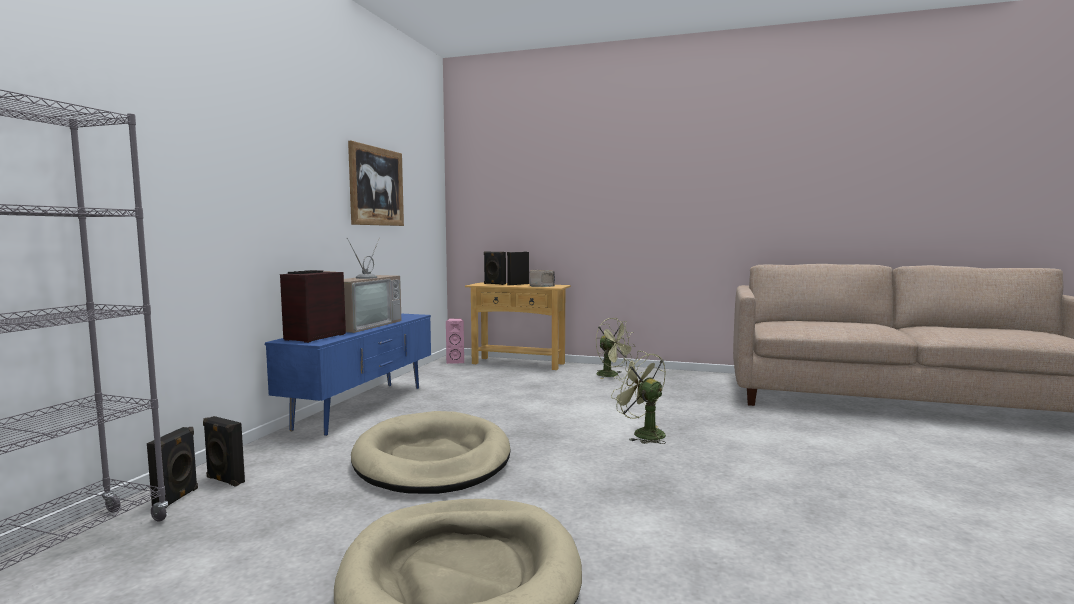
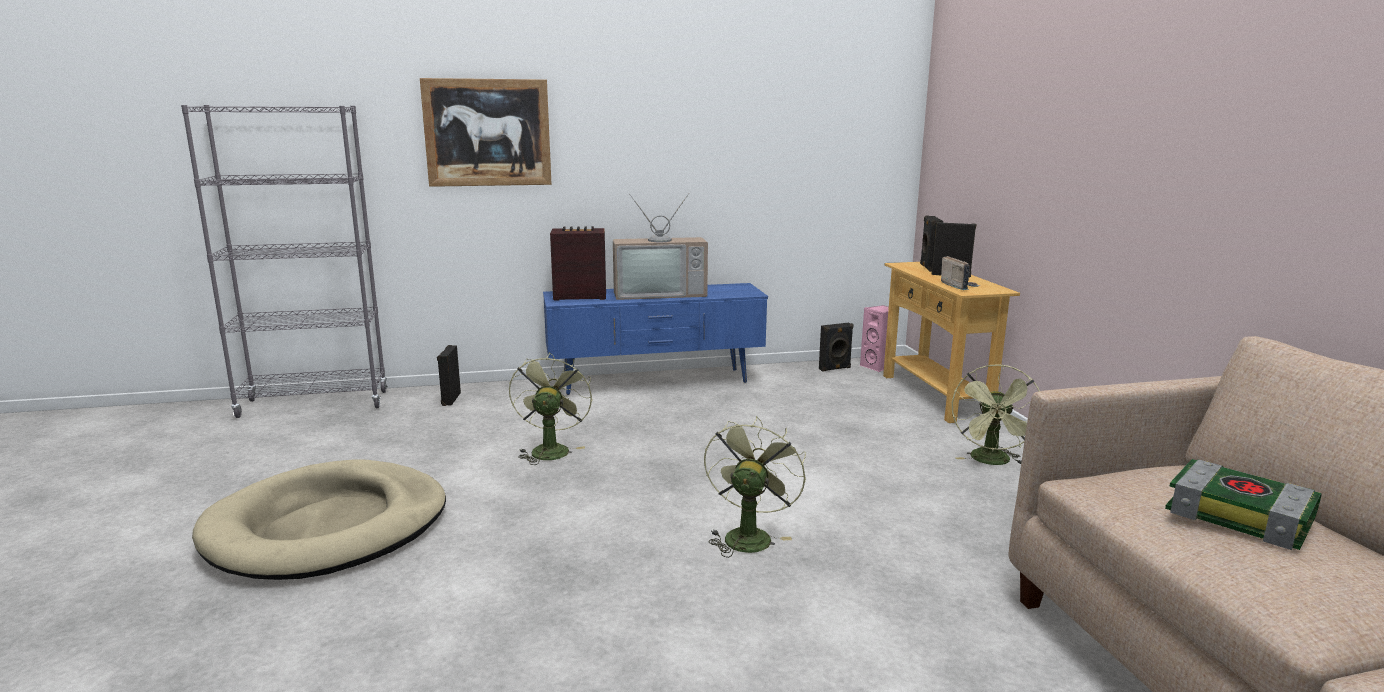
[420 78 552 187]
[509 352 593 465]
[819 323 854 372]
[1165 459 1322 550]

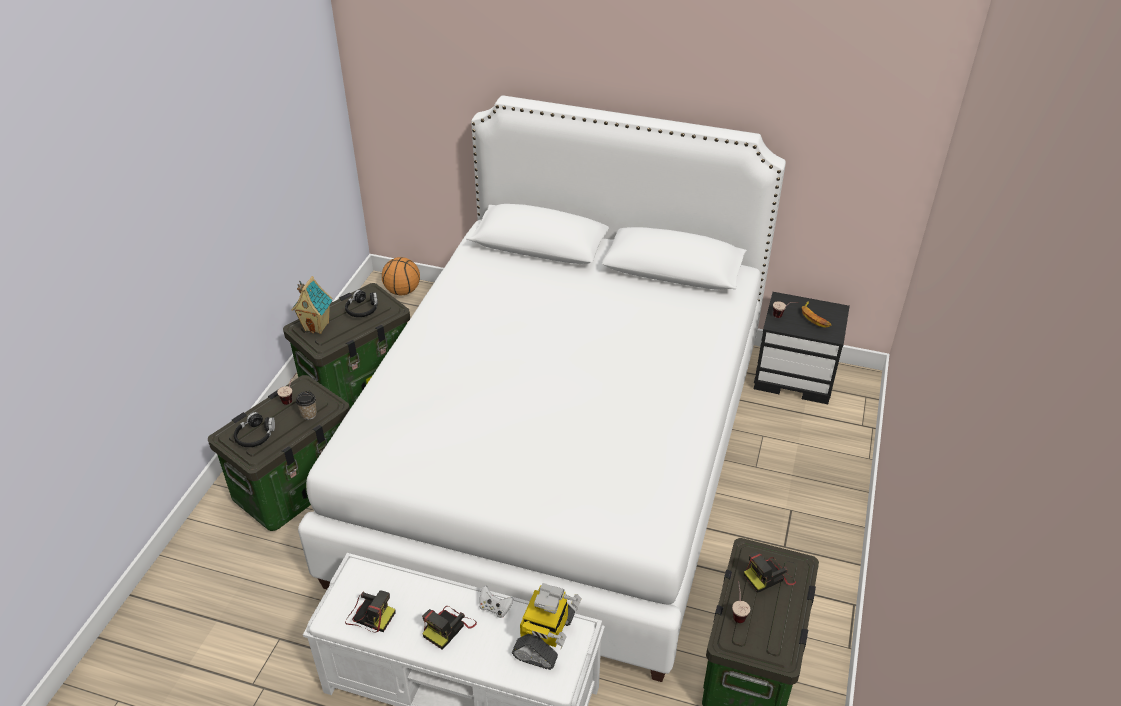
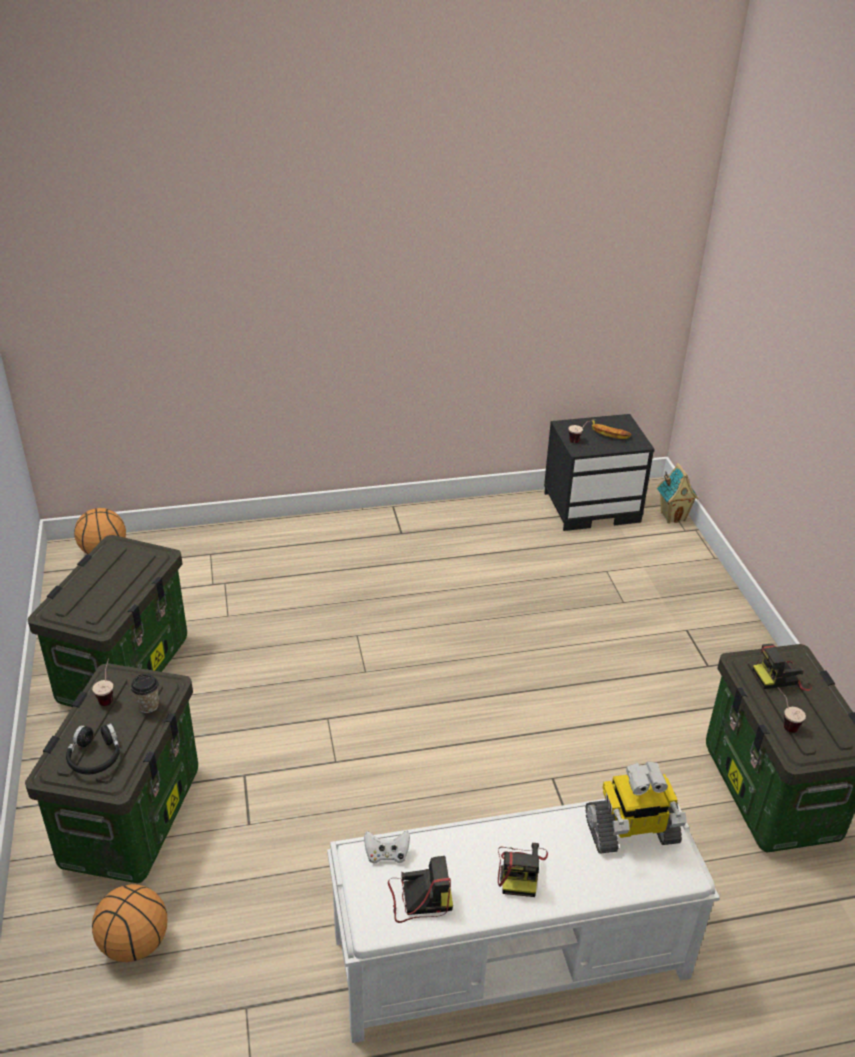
[92 884 167 962]
[364 831 410 863]
[585 761 687 854]
[657 463 699 523]
[753 644 812 691]
[298 95 786 682] (first image)
[345 290 378 317] (first image)

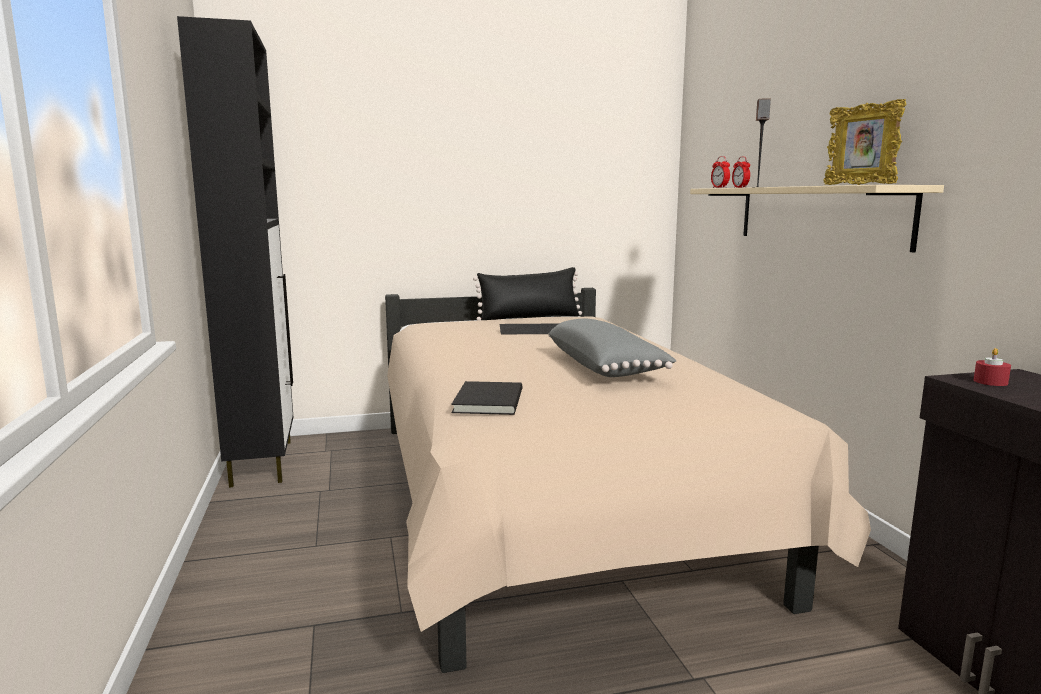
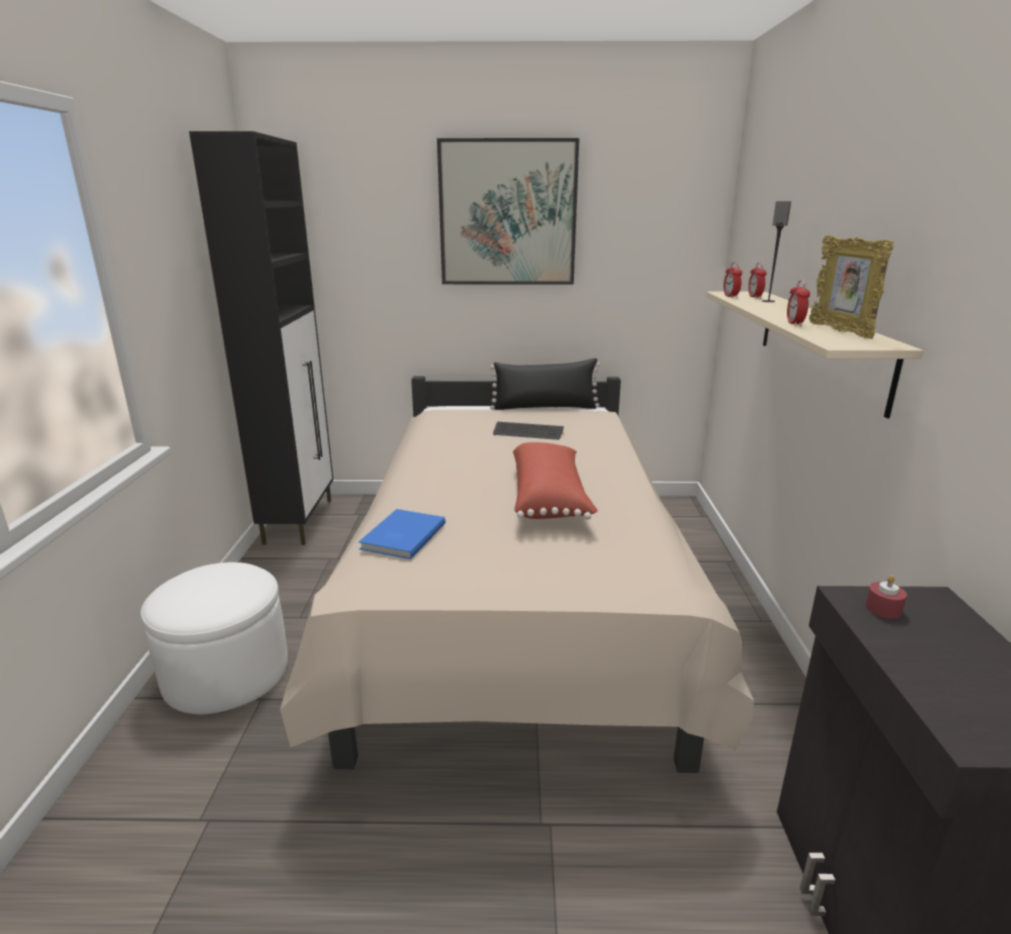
[141 562 288 714]
[358 509 446 559]
[437 138 579 285]
[513 442 598 520]
[787 280 810 326]

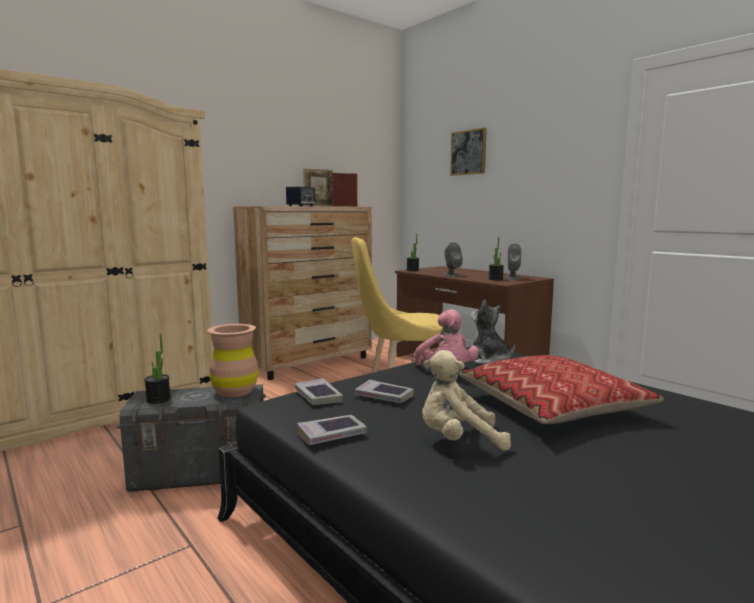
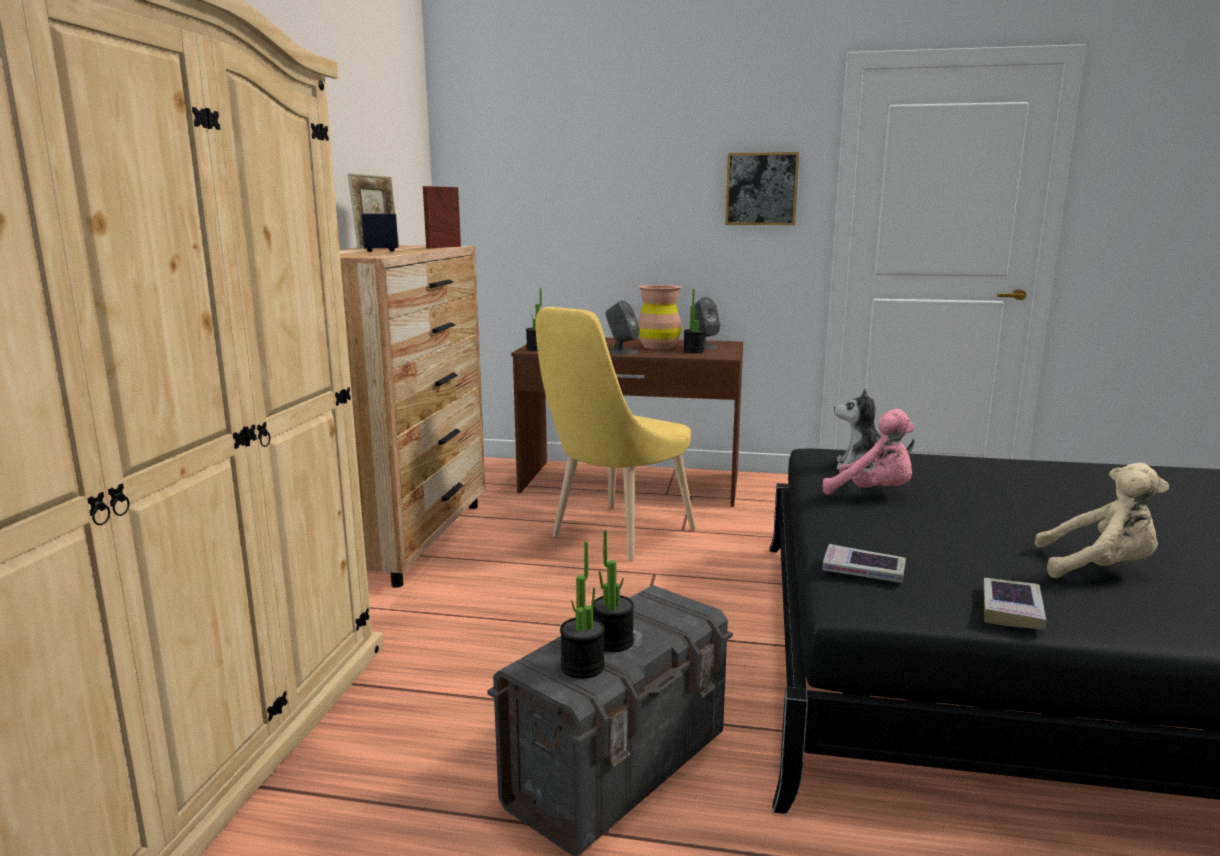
[593 530 634 652]
[638 285 681 349]
[725 152 799 225]
[1034 463 1169 578]
[355 380 414 403] (first image)
[459 355 664 424] (first image)

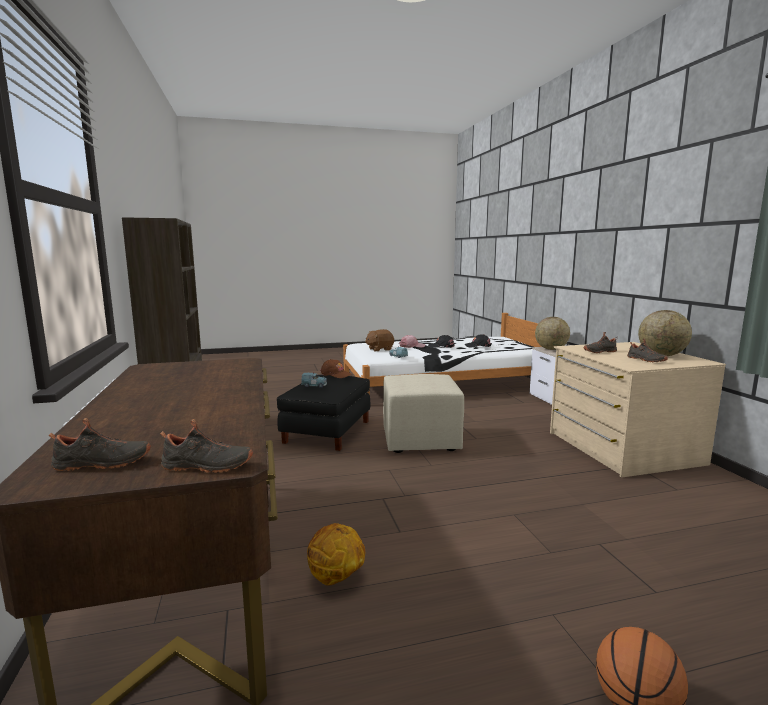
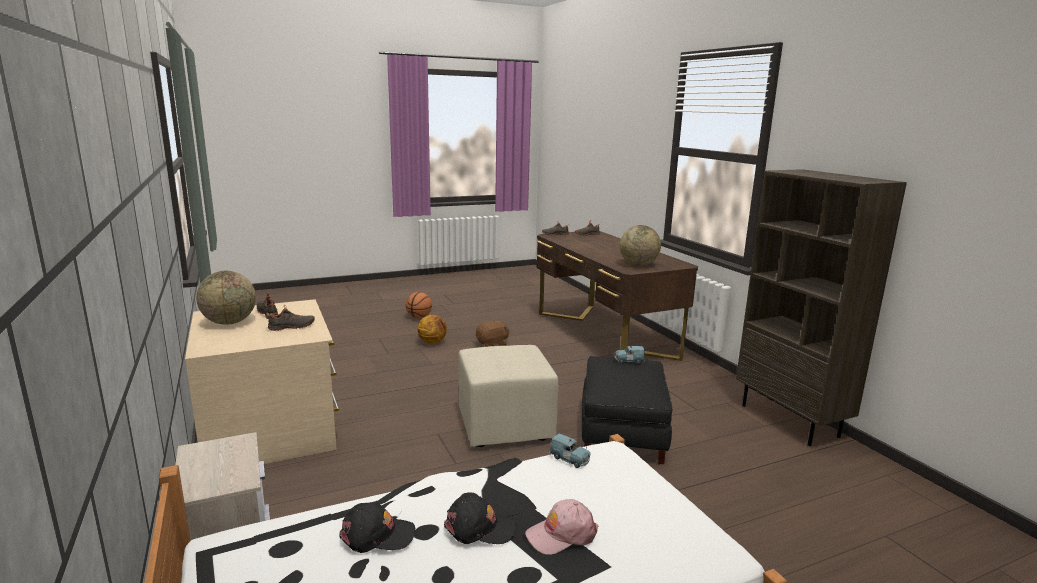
[417 315 447 344]
[476 320 509 347]
[620 225 661 266]
[320 359 352 378] (first image)

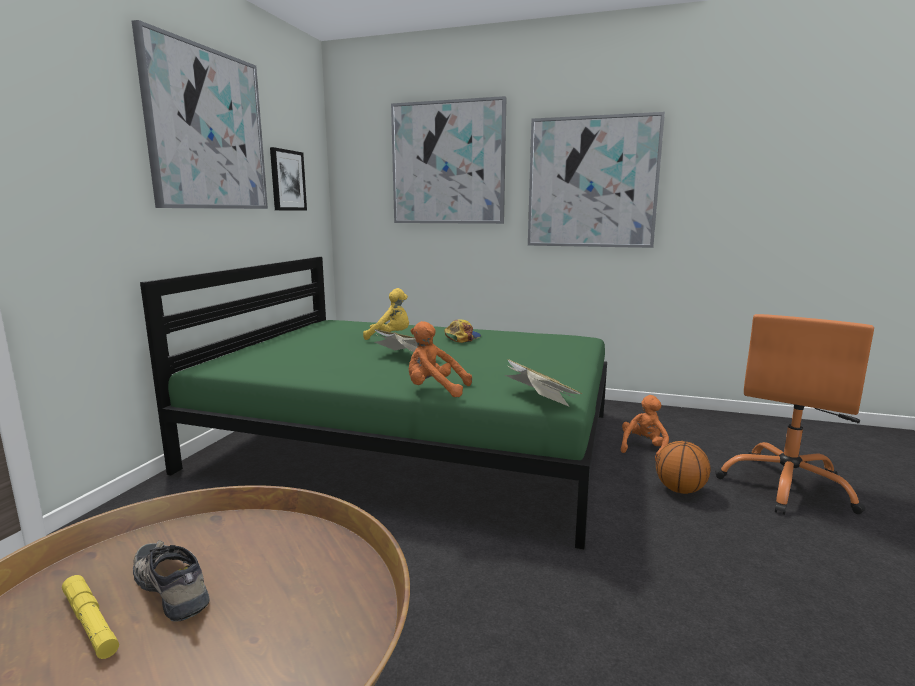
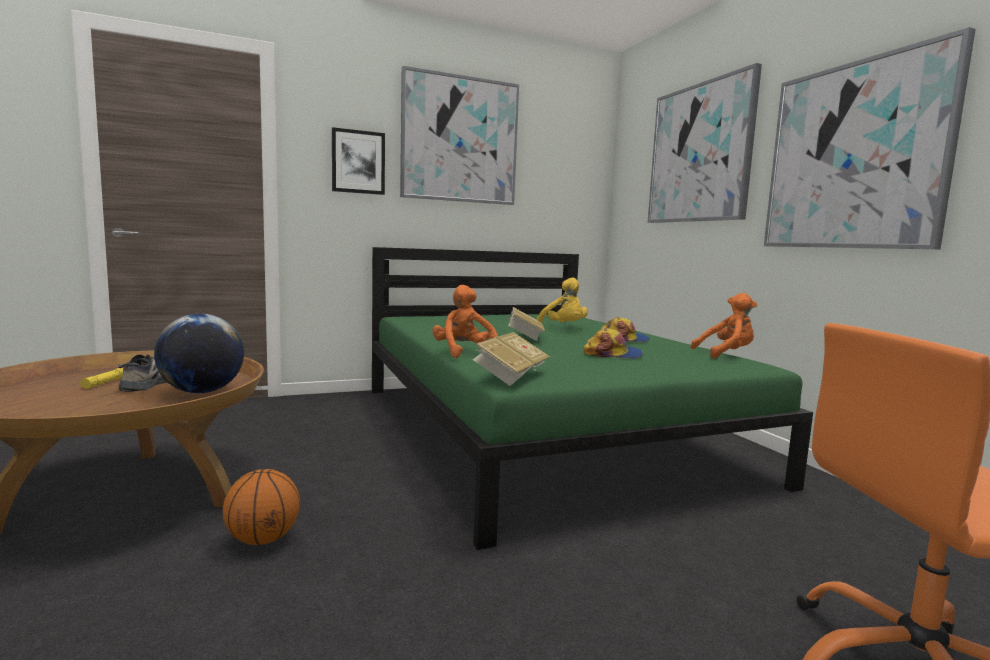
[154 314 244 393]
[223 469 300 545]
[332 127 385 195]
[583 328 643 359]
[691 293 757 359]

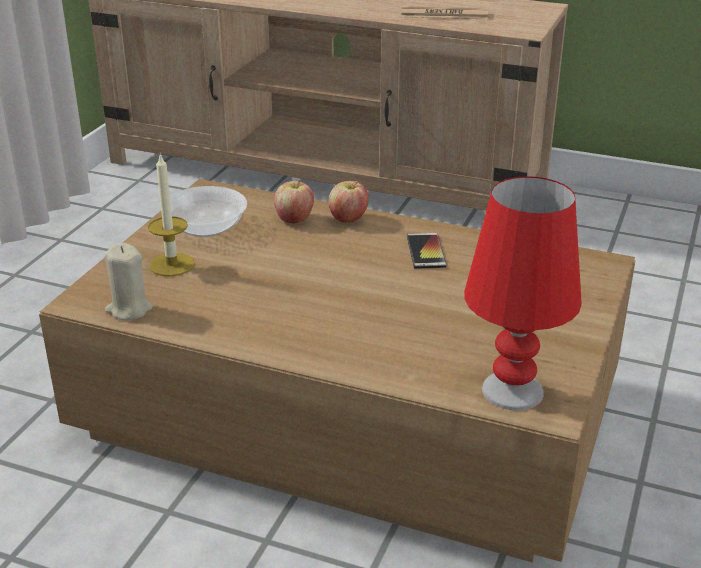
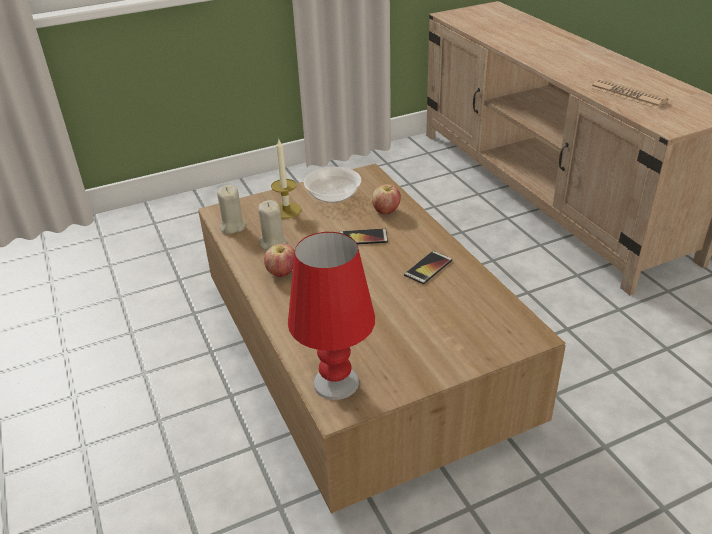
[258 200 287 250]
[264 244 295 277]
[339 229 388 245]

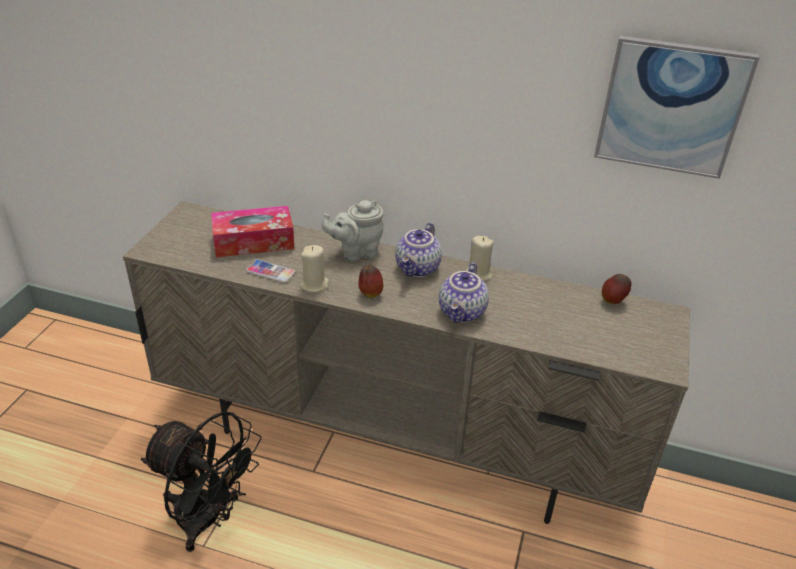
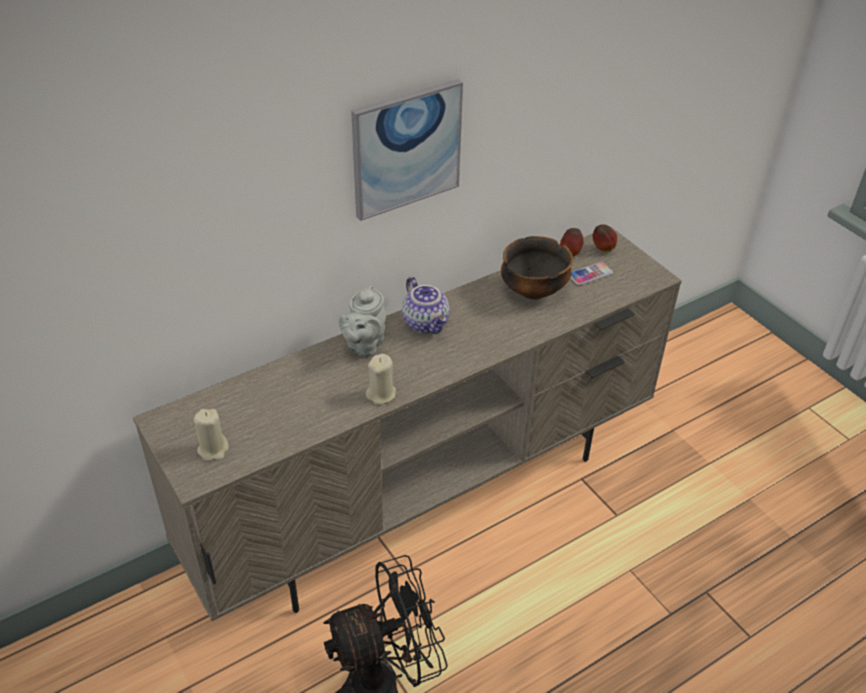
[194 409 229 461]
[351 79 463 221]
[501 236 573 300]
[570 262 613 285]
[593 224 617 252]
[211 206 294 257] (first image)
[439 262 489 323] (first image)

